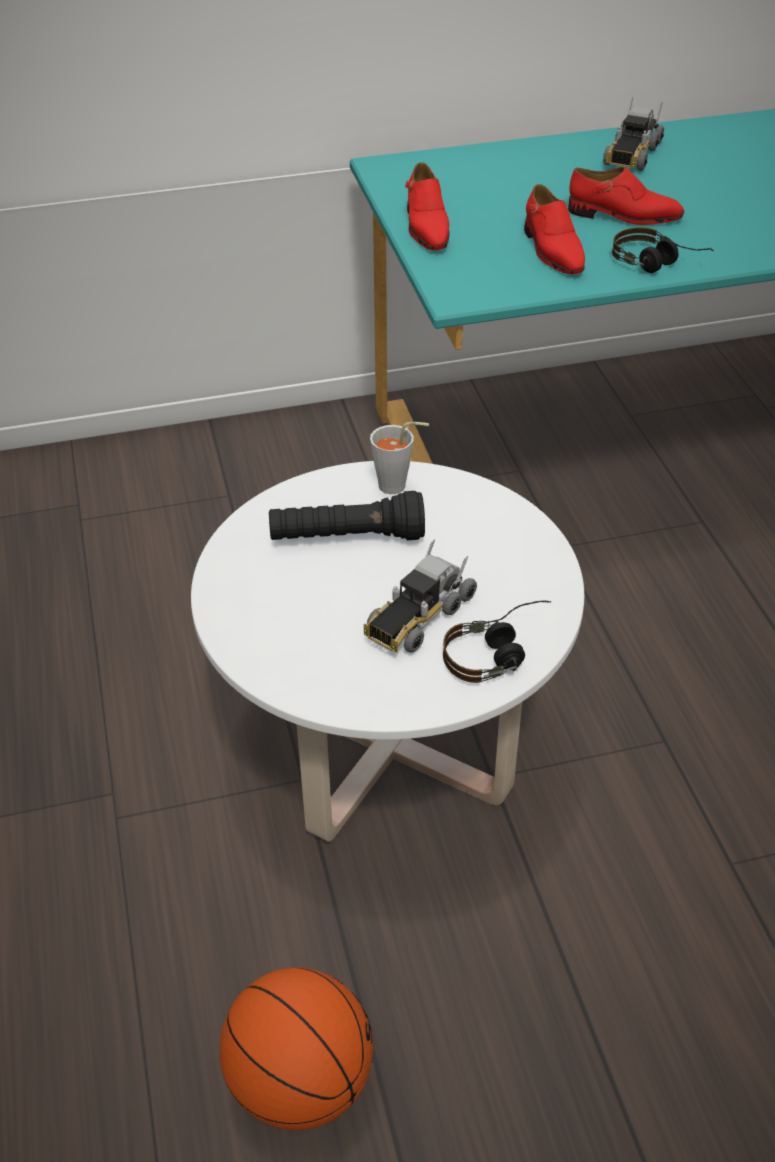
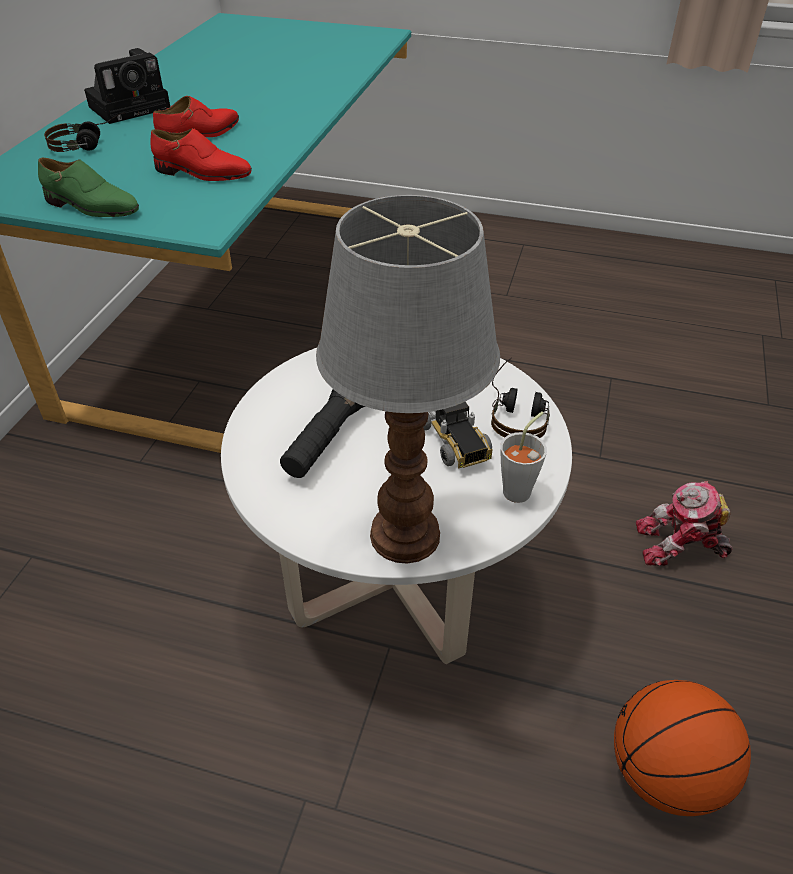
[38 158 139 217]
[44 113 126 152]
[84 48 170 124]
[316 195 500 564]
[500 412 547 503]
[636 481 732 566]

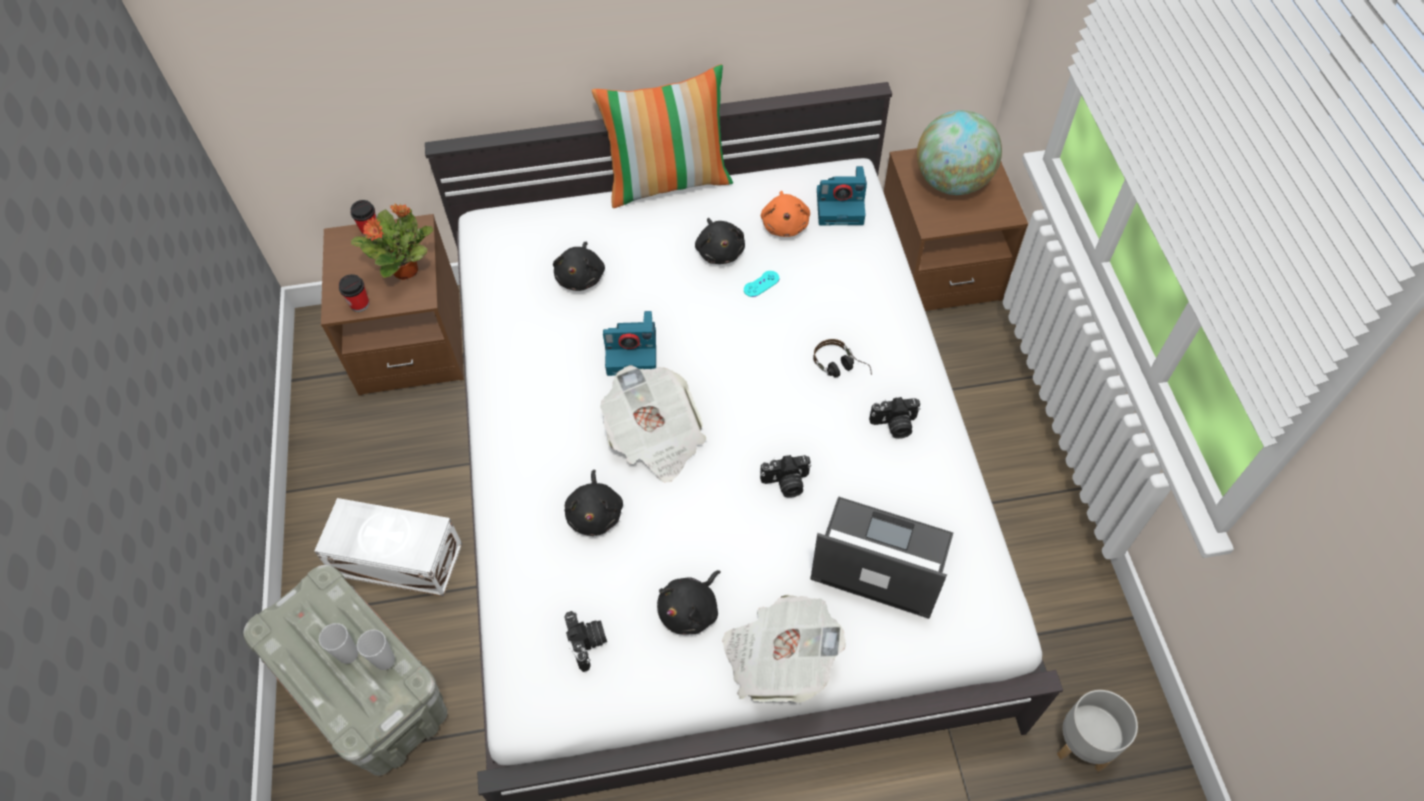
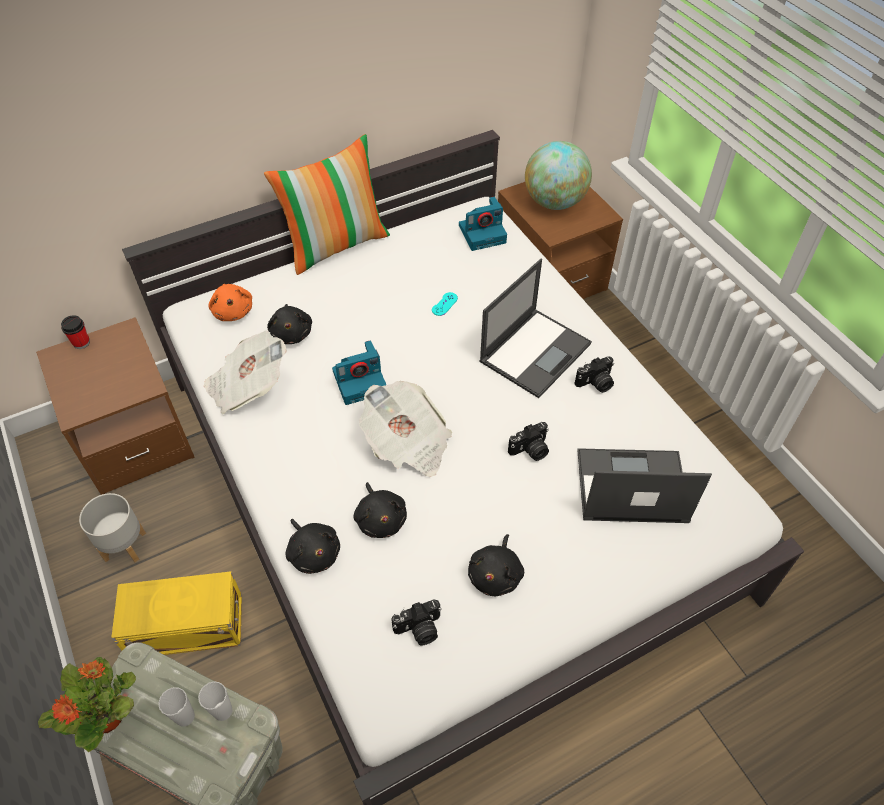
[38 657 136 752]
[79 493 146 562]
[111 571 242 655]
[204 331 287 414]
[209 284 252 321]
[286 519 340 574]
[391 599 442 645]
[479 259 592 398]
[339 274 369 312] (first image)

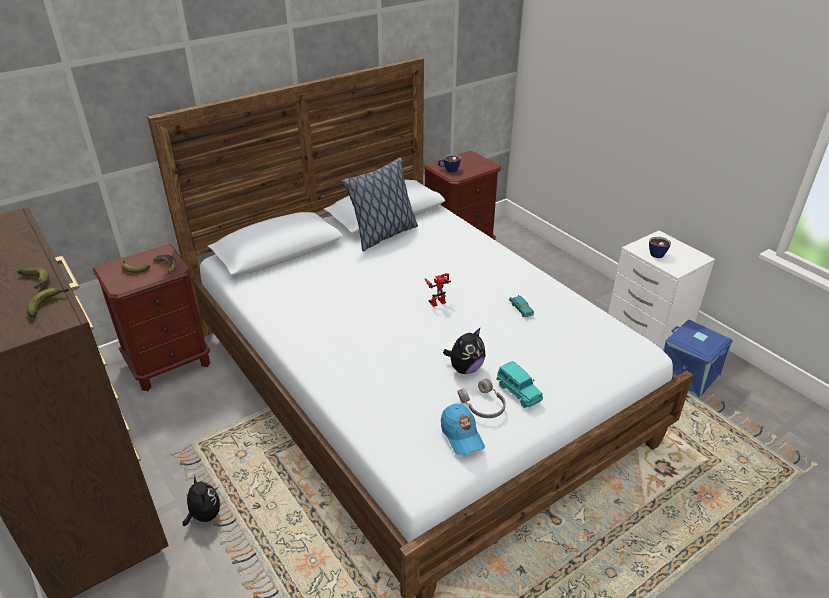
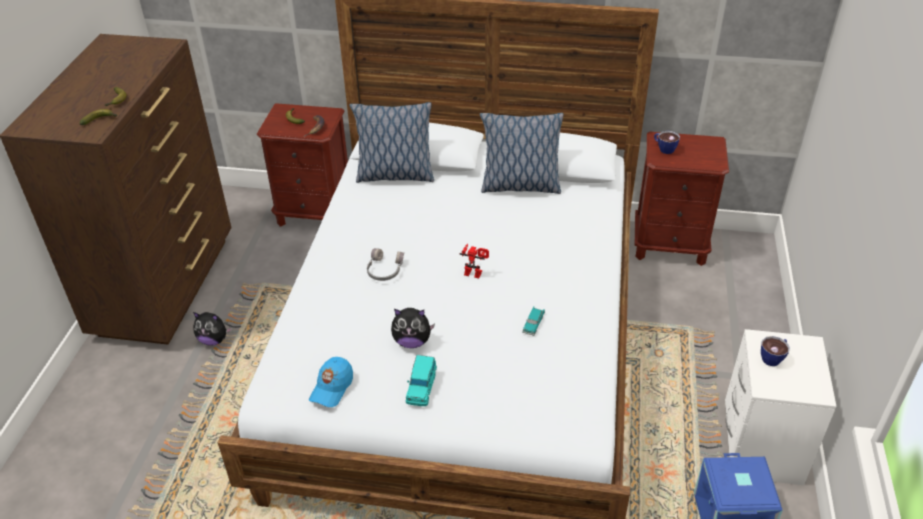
[193 312 232 346]
[350 102 434 183]
[367 248 404 281]

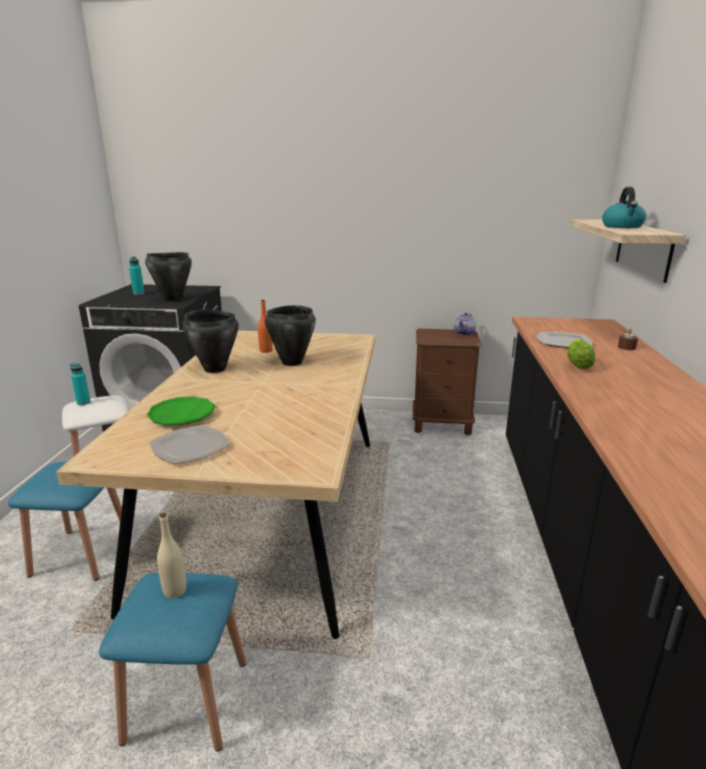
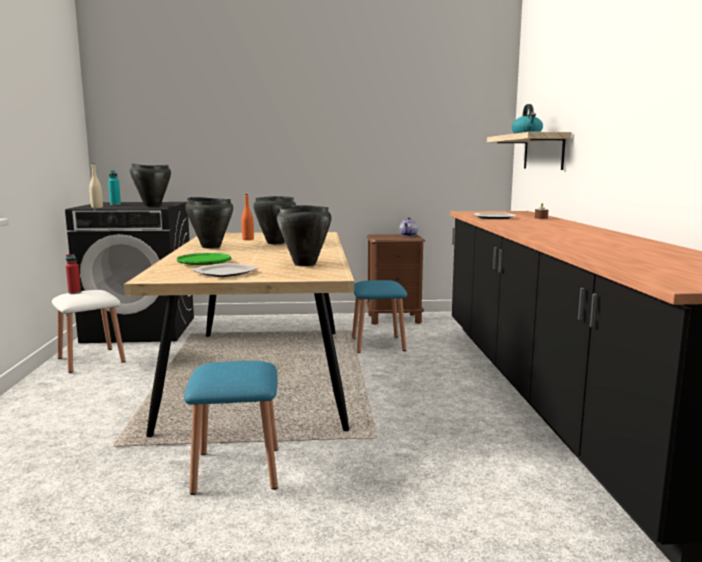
[66 254 81 294]
[89 164 103 208]
[277 205 331 266]
[352 280 407 353]
[567 339 595 369] (first image)

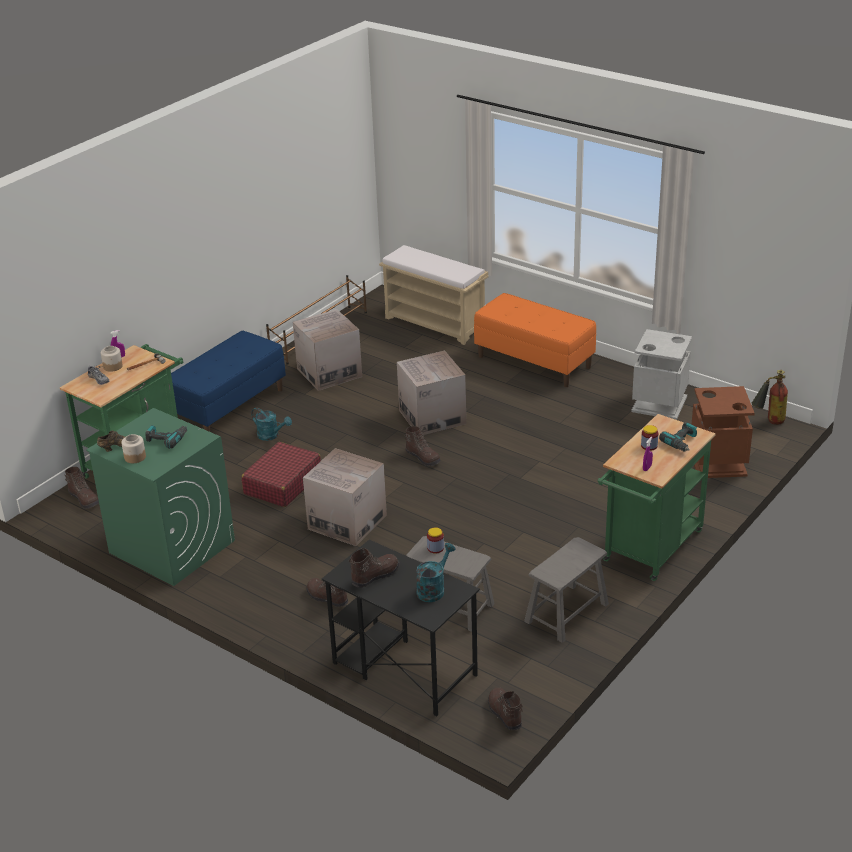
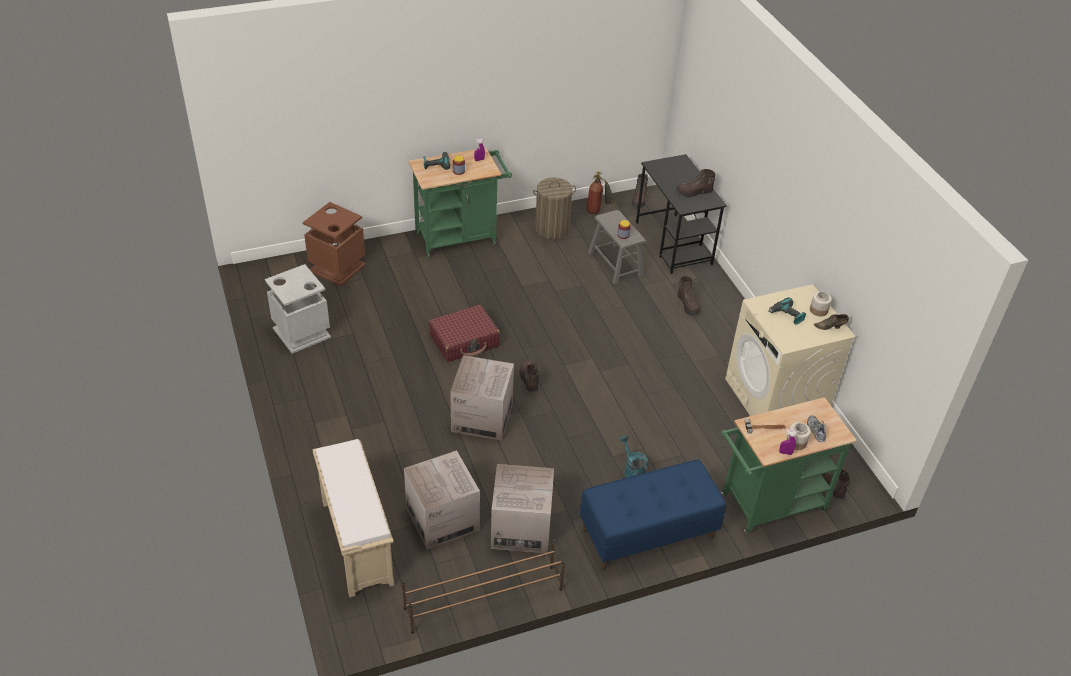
[404 450 480 550]
[429 305 500 362]
[533 178 576 239]
[587 171 615 214]
[725 284 856 416]
[416 543 456 602] (first image)
[474 293 596 387] (first image)

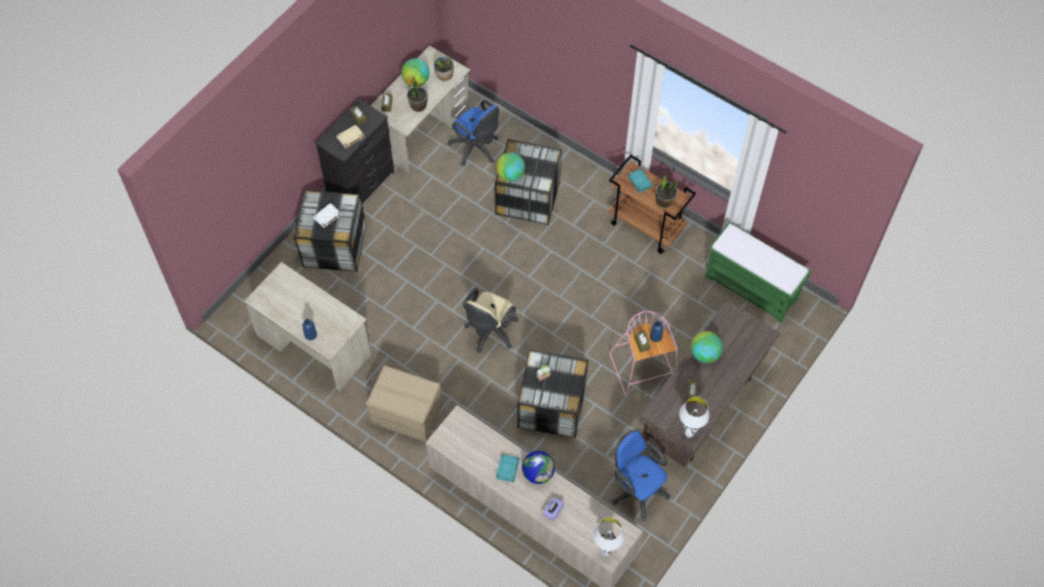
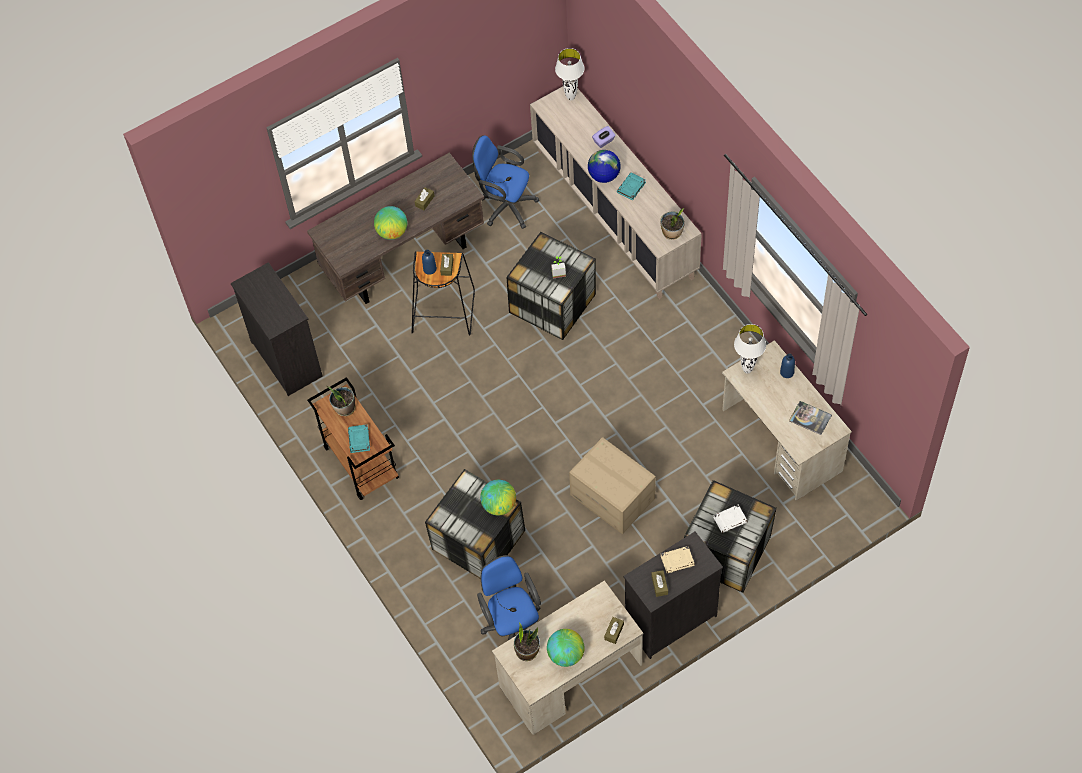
[231 262 323 396]
[412 251 475 336]
[472 135 539 229]
[569 437 656 534]
[660 208 684 240]
[734 324 766 373]
[789 401 832 435]
[463 288 519 353] (first image)

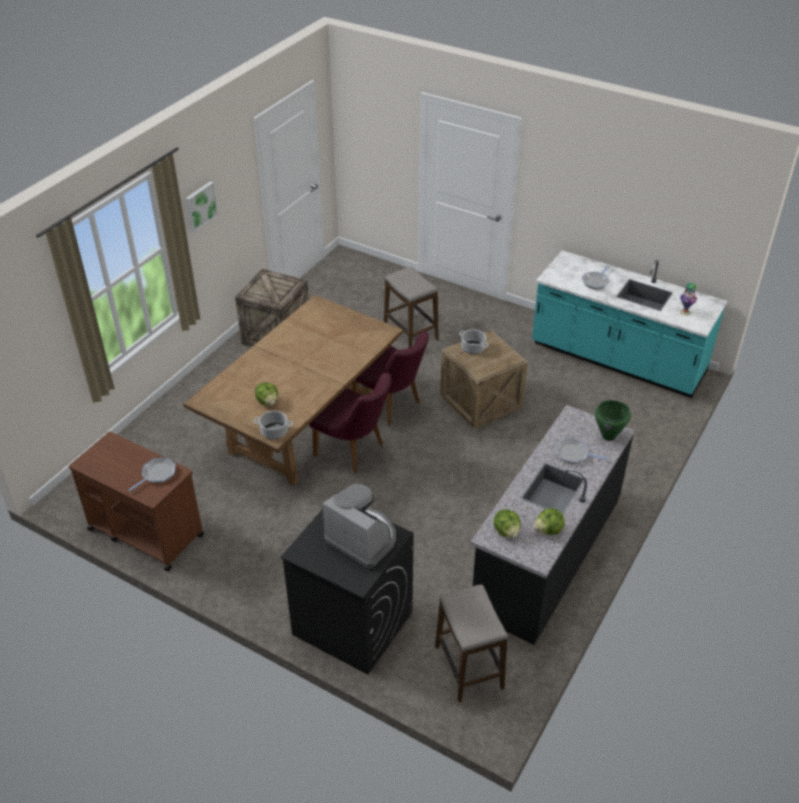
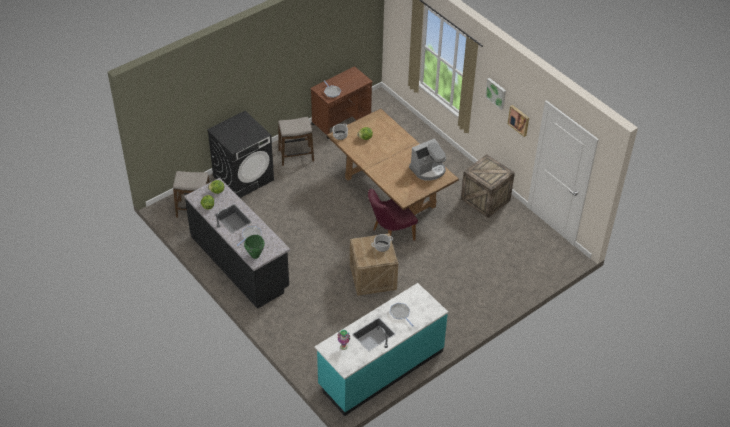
[278 117 314 166]
[409 138 446 181]
[508 105 529 137]
[309 372 391 473] (first image)

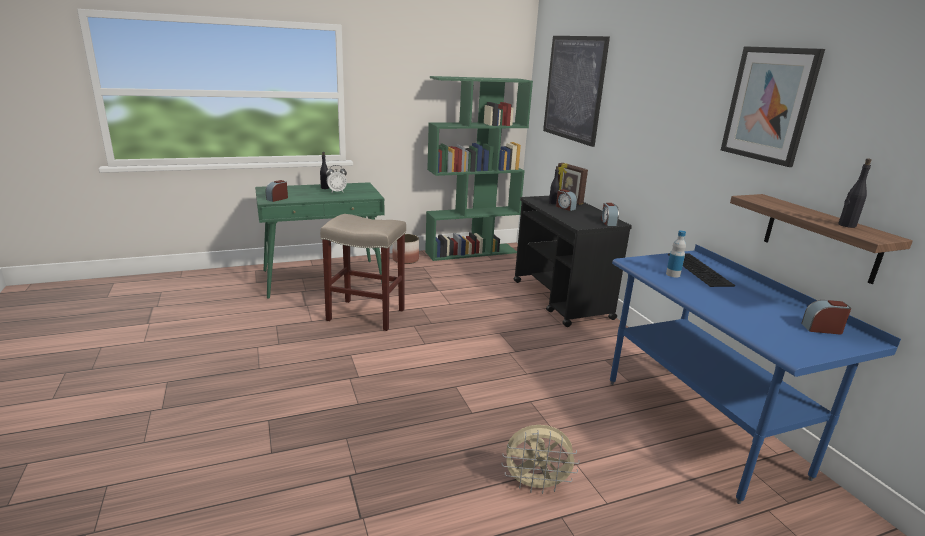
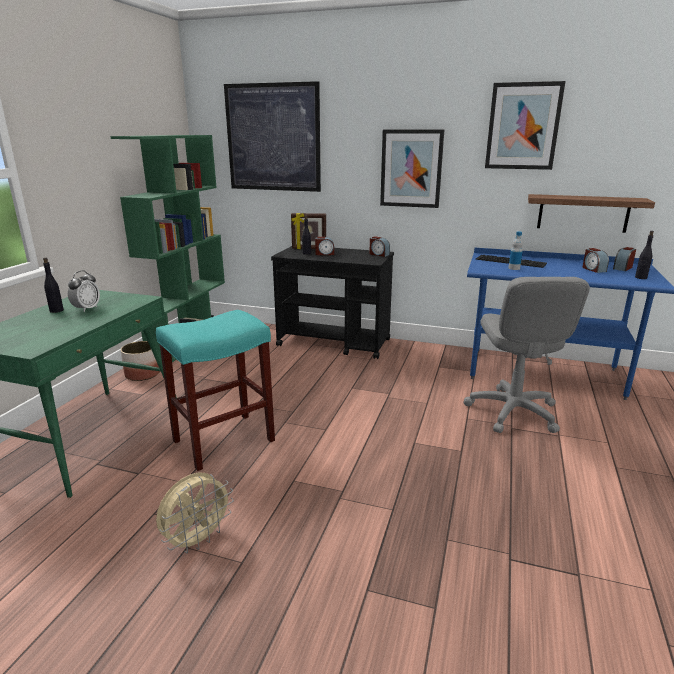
[156 310 275 471]
[156 473 234 553]
[380 130 444 208]
[464 277 590 433]
[582 248 609 273]
[635 231 654 279]

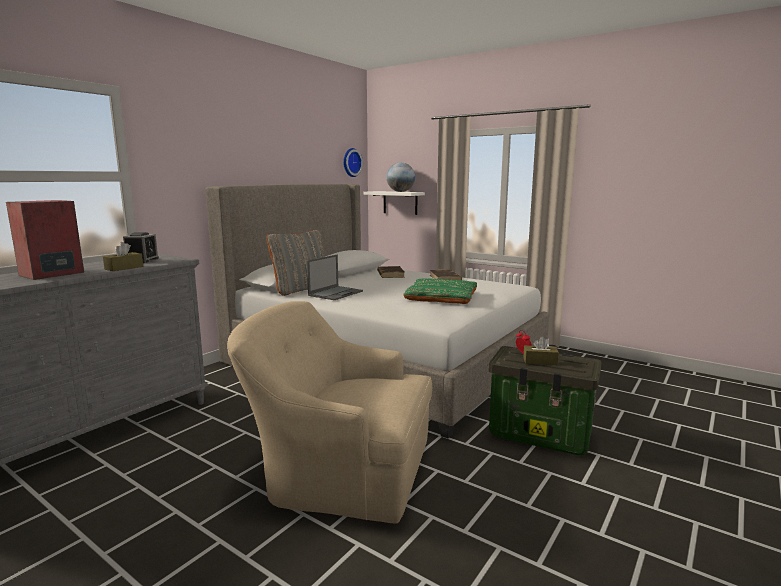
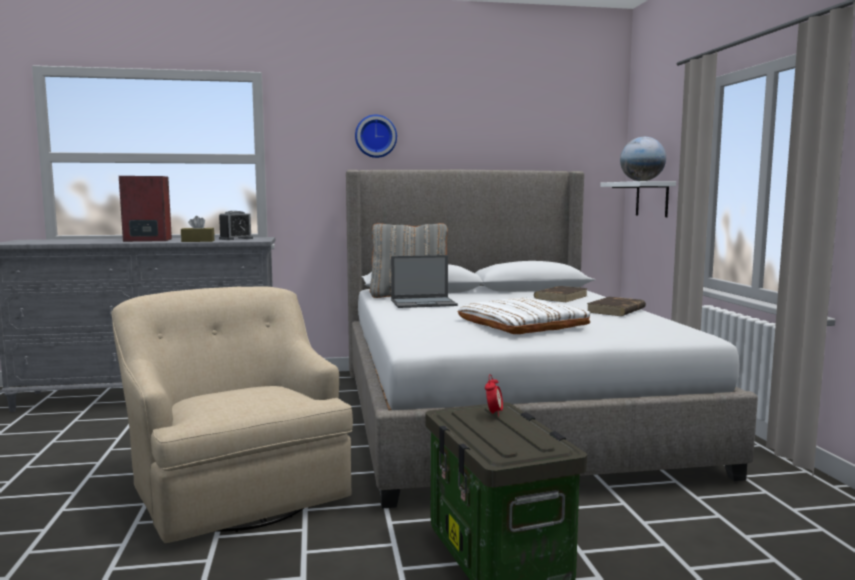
[355 115 397 158]
[457 298 590 334]
[523 336 559 365] (first image)

